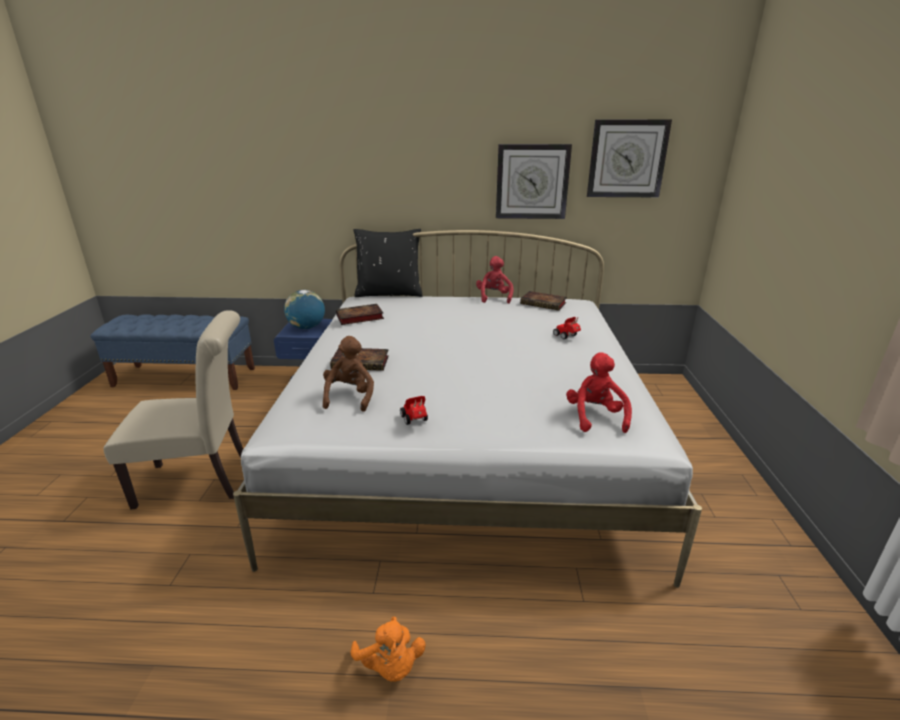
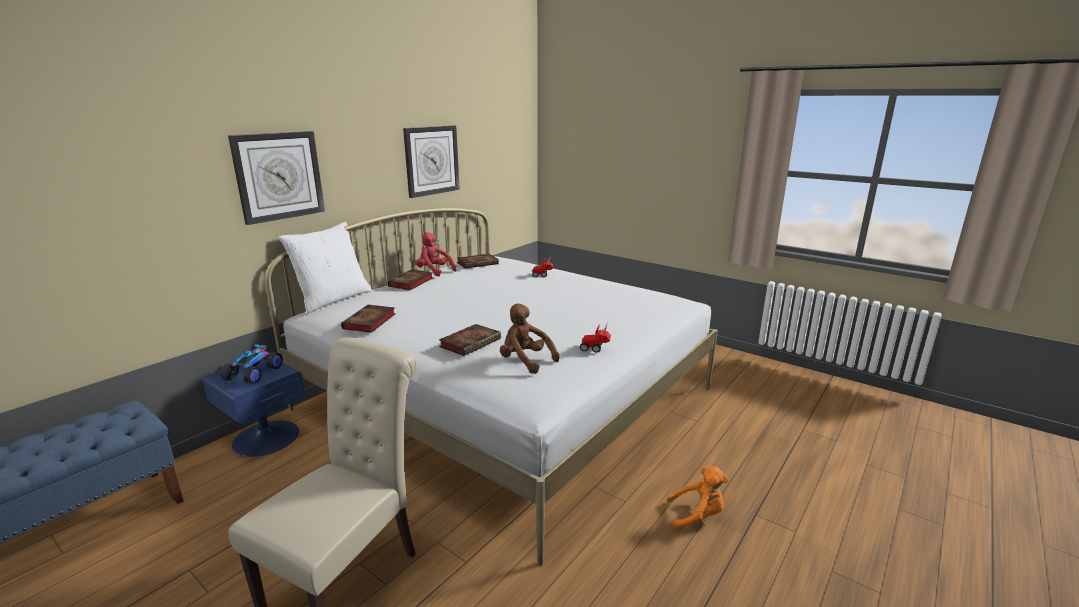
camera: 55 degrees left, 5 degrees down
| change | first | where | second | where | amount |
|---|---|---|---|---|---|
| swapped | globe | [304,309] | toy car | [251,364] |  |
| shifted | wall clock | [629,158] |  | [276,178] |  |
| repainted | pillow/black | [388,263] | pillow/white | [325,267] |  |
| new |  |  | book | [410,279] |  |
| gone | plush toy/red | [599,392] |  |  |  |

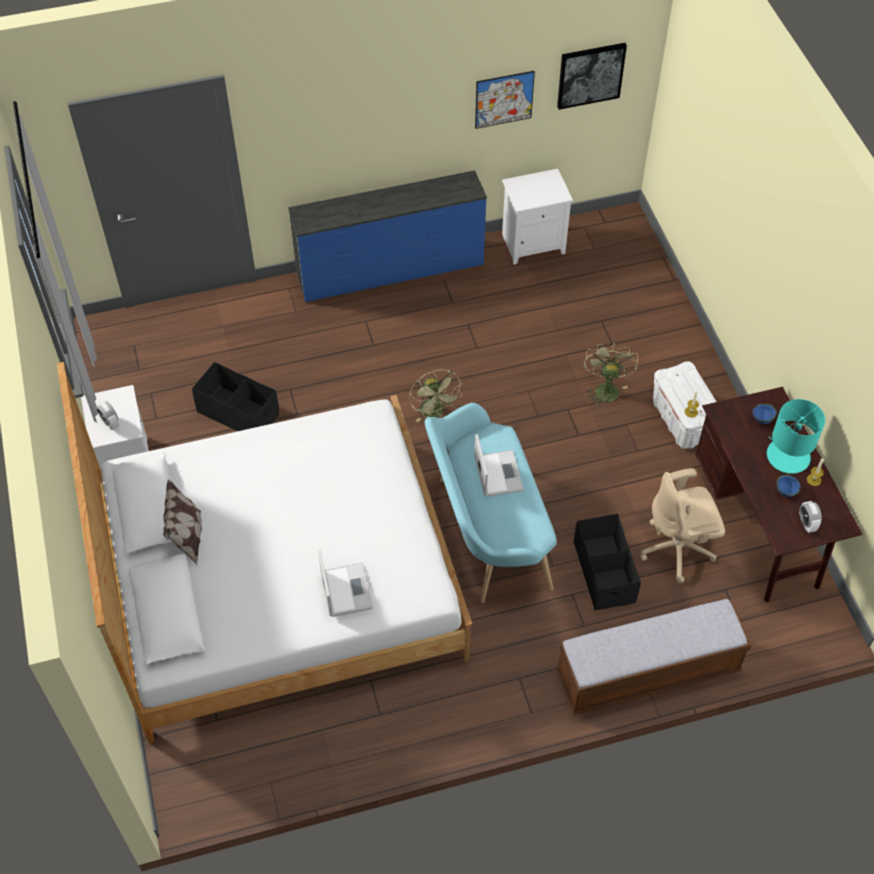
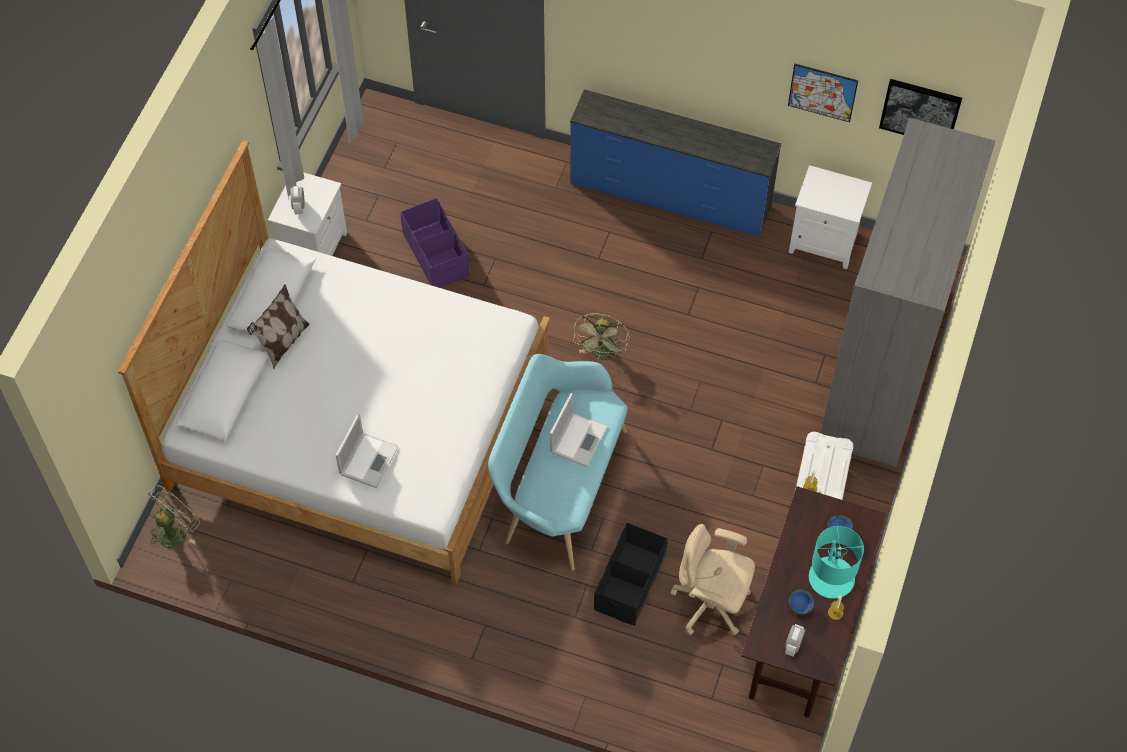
camera: 35 degrees right, 5 degrees up
| change | first | where | second | where | amount |
|---|---|---|---|---|---|
| shifted | fan/green | [611,375] |  | [173,516] |  |
| repainted | storage box/black | [236,396] | storage box/purple | [435,243] |  |
| new |  |  | wardrobe/grey | [907,292] |  |
| gone | bench | [654,657] |  |  |  |

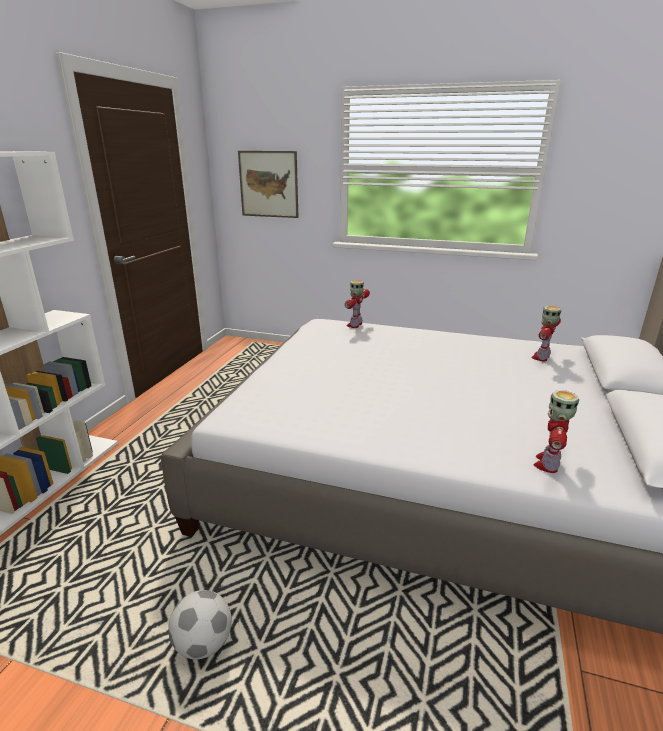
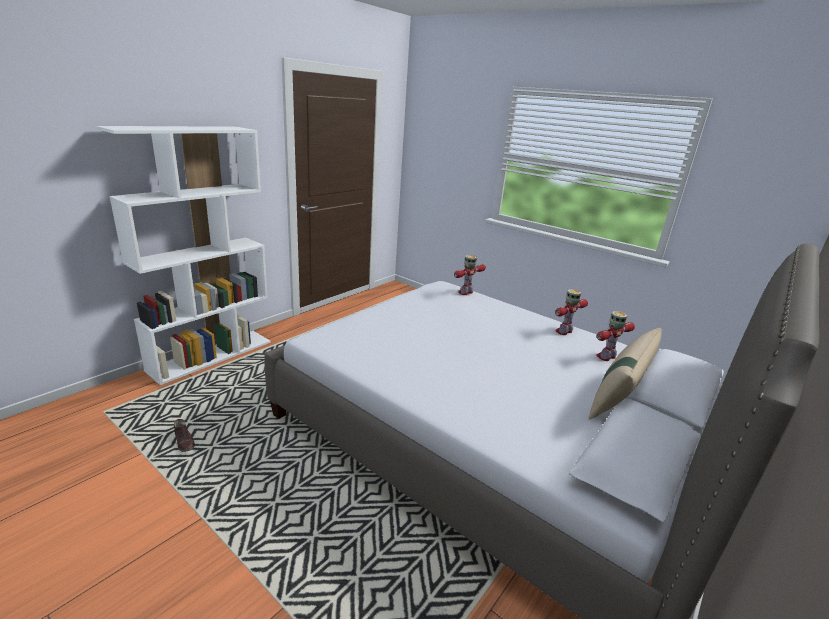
camera: 20 degrees right, 0 degrees up
| change | first | where | second | where | amount |
|---|---|---|---|---|---|
| new |  |  | shoe/brown | [184,435] |  |
| shifted | toy robot | [556,431] |  | [571,312] |  |
| new |  |  | pillow/beige | [625,373] |  |
| gone | football | [200,624] |  |  |  |
| gone | picture | [268,184] |  |  |  |

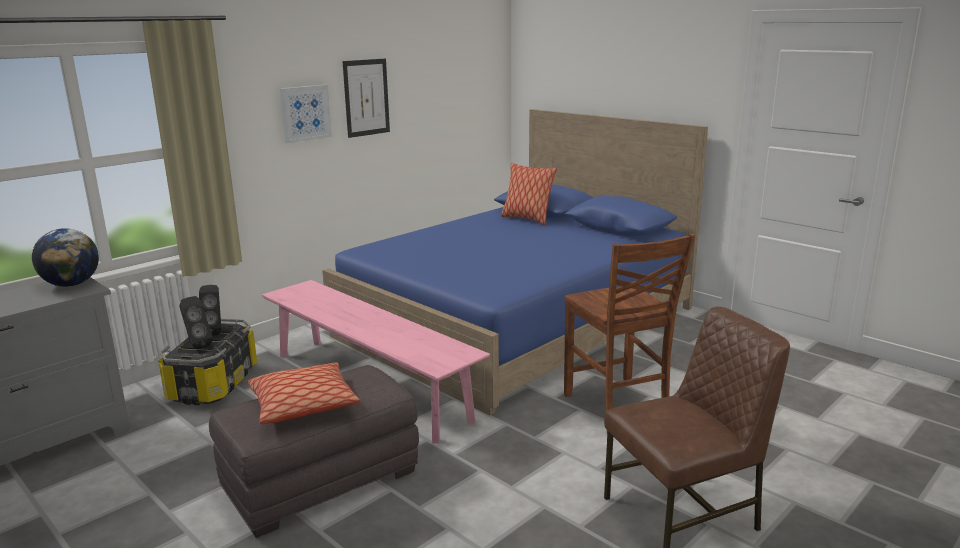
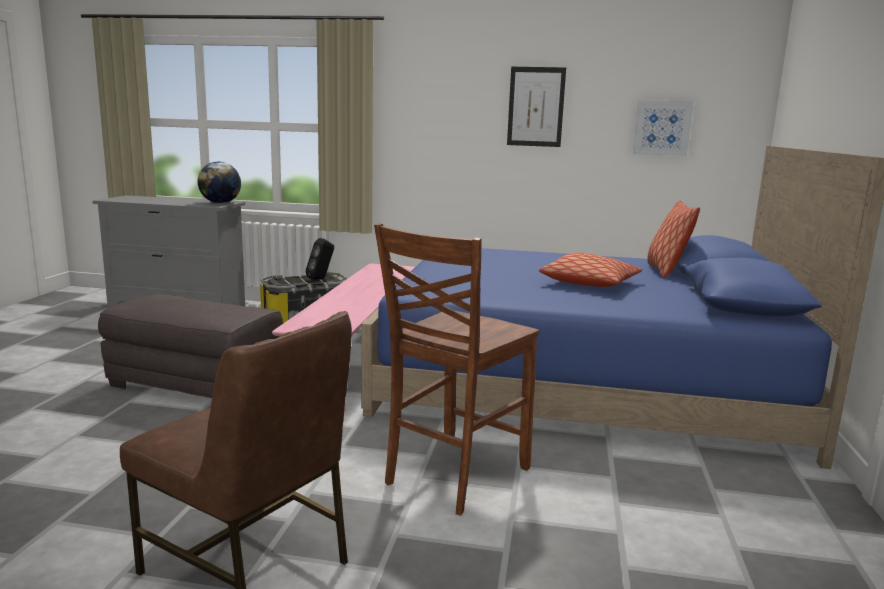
camera: 55 degrees right, 5 degrees down
| change | first | where | second | where | amount |
|---|---|---|---|---|---|
| shifted | pillow | [304,393] |  | [590,269] |  |
| shifted | picture | [306,114] |  | [663,128] |  |
| gone | speaker/black | [196,322] |  |  |  |

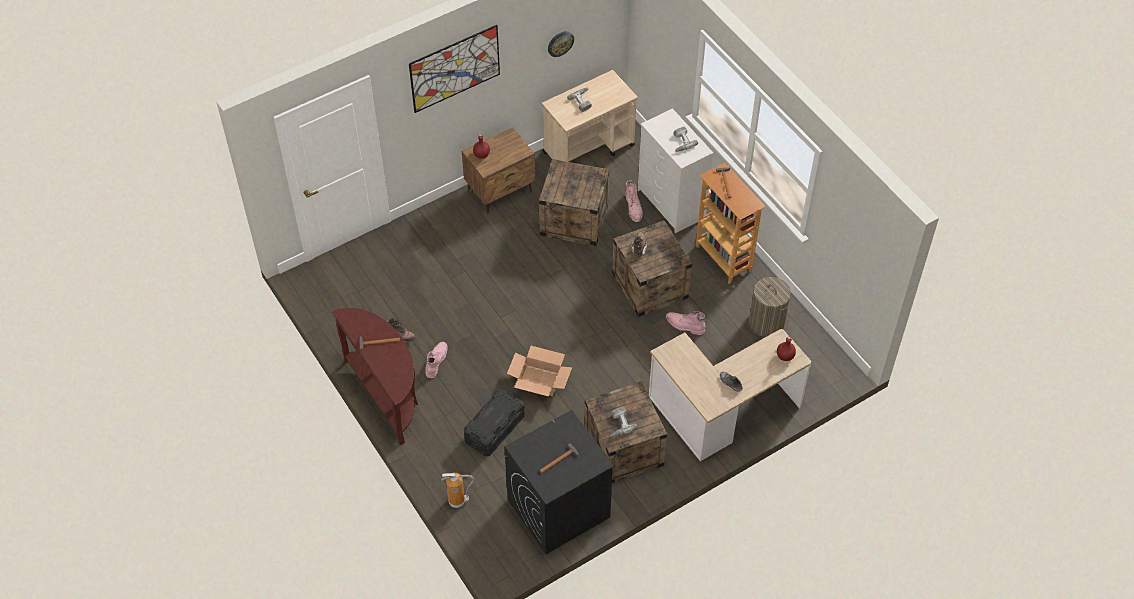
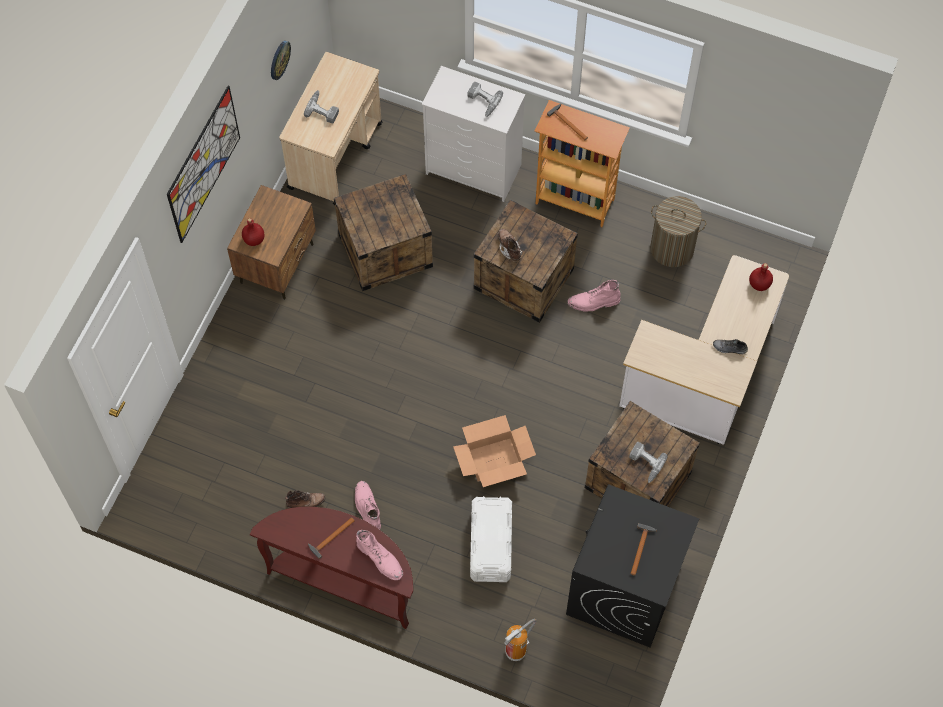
camera: 35 degrees left, 10 degrees up
| change | first | where | second | where | amount |
|---|---|---|---|---|---|
| shifted | boot/pink | [634,201] |  | [379,555] |  |
| repainted | storage box/black | [494,423] | storage box/white | [491,539] |  |

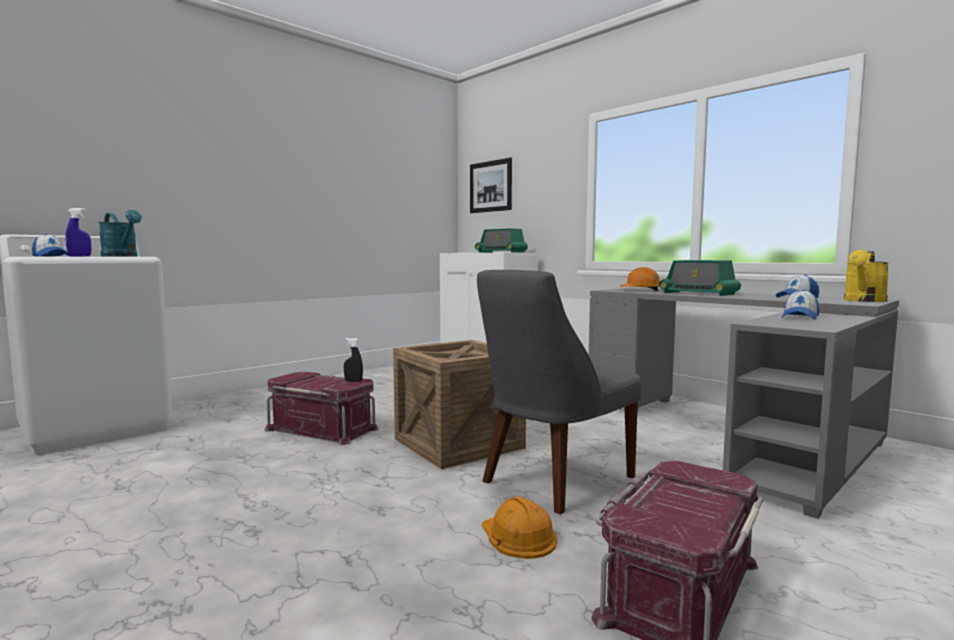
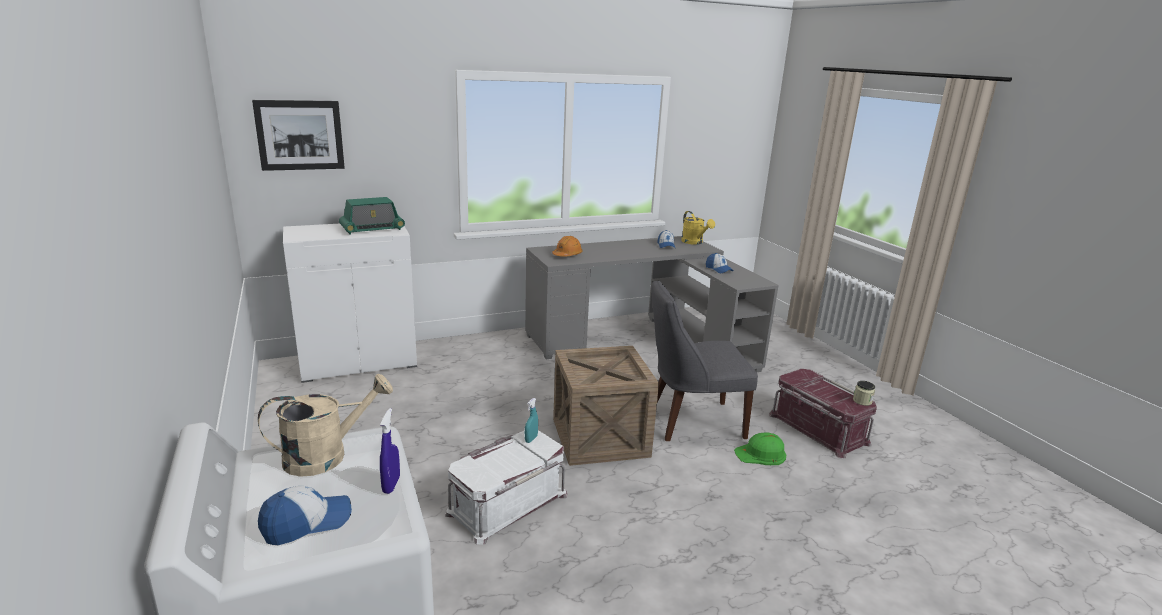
camera: 70 degrees left, 15 degrees up
| change | first | where | second | where | amount |
|---|---|---|---|---|---|
| repainted | watering can/turquoise | [120,233] | watering can/beige | [325,425] |  |
| repainted | storage box/red | [322,408] | storage box/white | [506,487] |  |
| repainted | spray bottle/black | [353,360] | spray bottle/turquoise | [531,420] |  |
| rotated | chair/grey | [559,392] |  | [704,361] | 105 degrees clockwise |
| repainted | hard hat/orange | [520,527] | hard hat/green | [760,448] |  |
| new |  |  | jar | [864,393] |  |
| gone | radio | [700,278] |  |  |  |

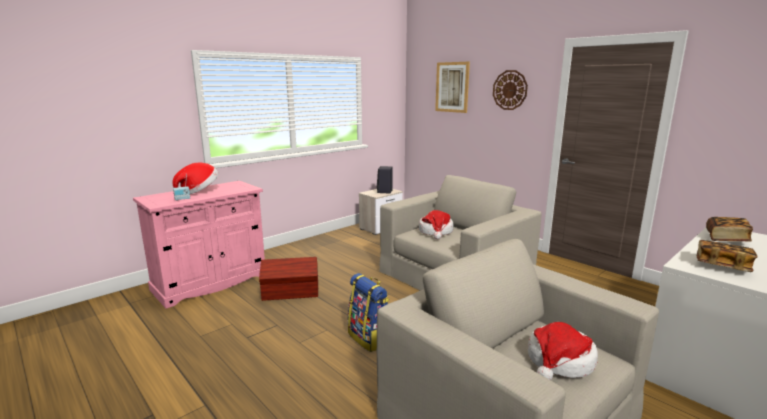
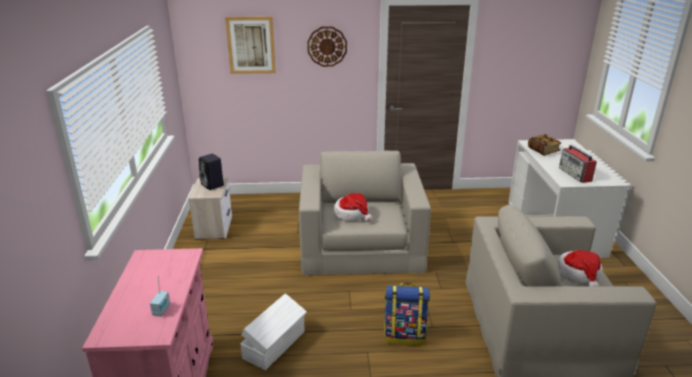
camera: 50 degrees left, 10 degrees up
| change | first | where | second | where | amount |
|---|---|---|---|---|---|
| repainted | storage box/brown | [288,279] | storage box/white | [273,331] |  |
| swapped | book | [727,256] | radio | [578,164] |  |
| gone | hat | [195,178] |  |  |  |

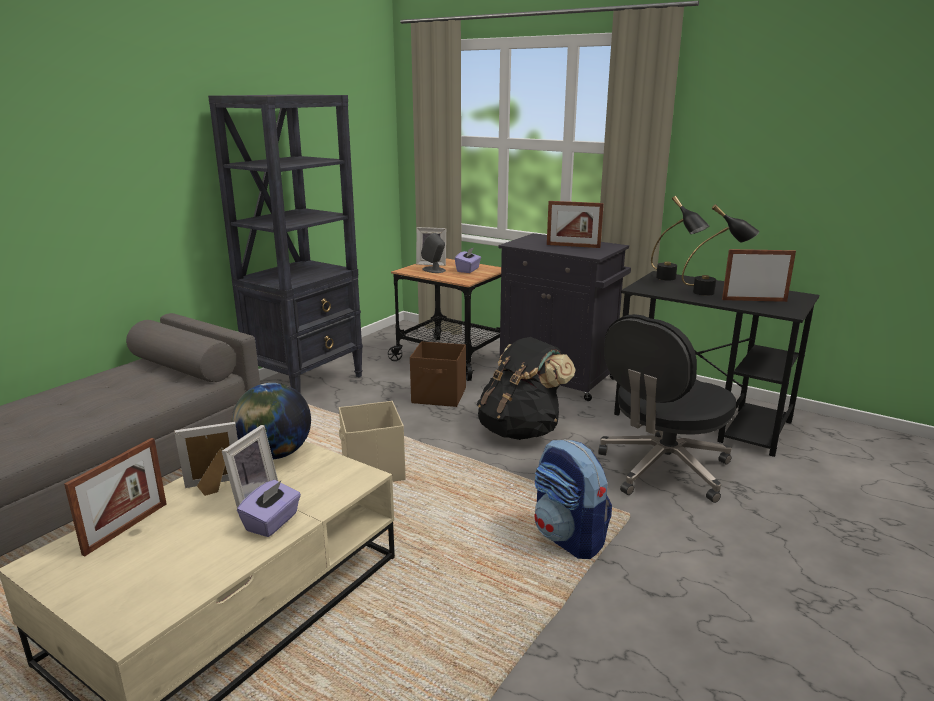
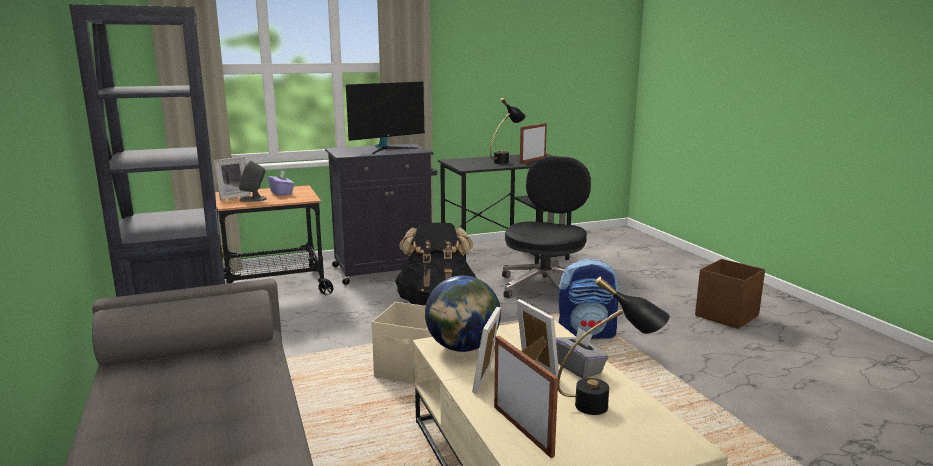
camera: 55 degrees left, 5 degrees down
| change | first | where | second | where | amount |
|---|---|---|---|---|---|
| swapped | picture frame | [575,224] | monitor | [385,117] |  |
| rotated | office chair/black | [667,408] |  | [546,227] | 150 degrees counterclockwise |
| repainted | tissue box/purple | [269,508] | tissue box/grey | [582,353] |  |
| shifted | table lamp/black | [680,238] |  | [614,346] |  |
| shifted | storage box/brown | [438,374] |  | [730,294] |  |

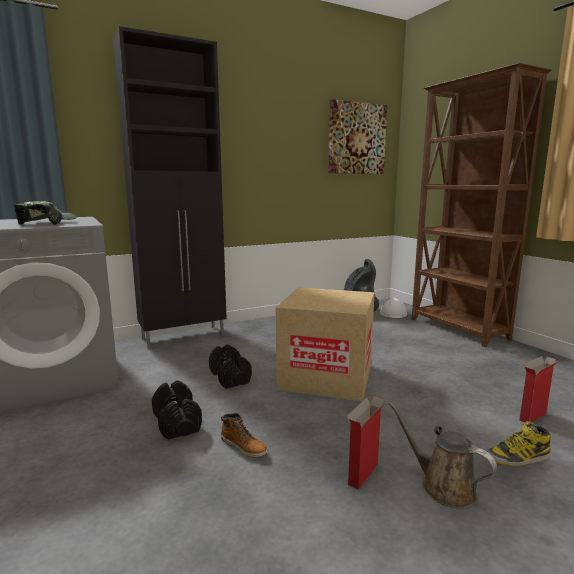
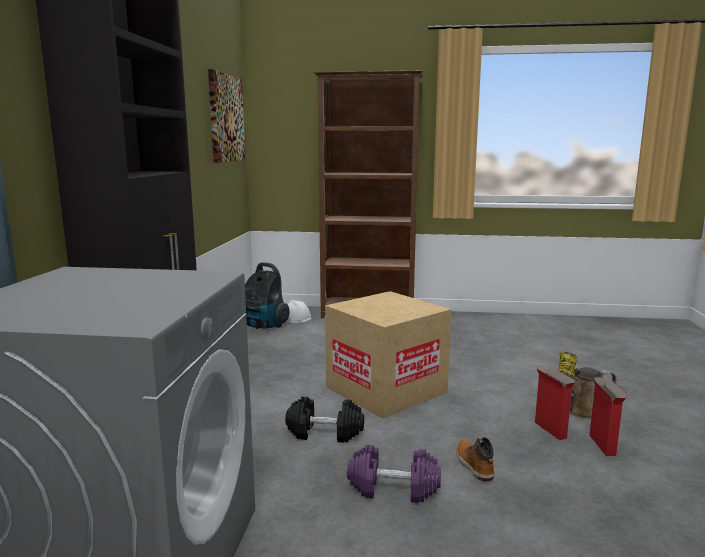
camera: 55 degrees left, 0 degrees up
| change | first | where | second | where | amount |
|---|---|---|---|---|---|
| repainted | dumbbell/black | [177,410] | dumbbell/purple | [394,474] |  |
| rotated | boot | [244,435] |  | [475,459] | 90 degrees counterclockwise |
| shifted | cardboard box | [538,389] |  | [608,416] |  |
| gone | cap | [46,213] |  |  |  |

